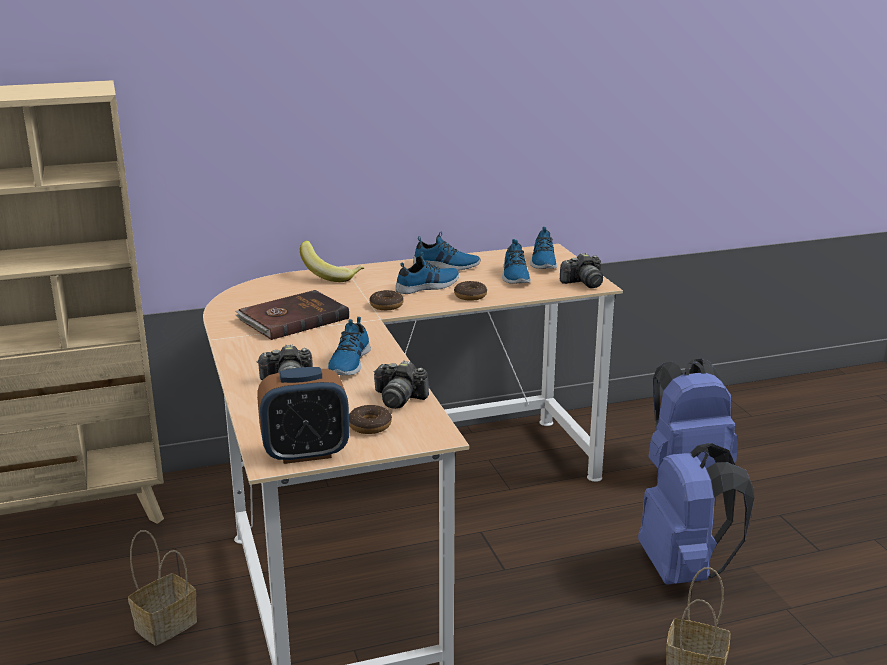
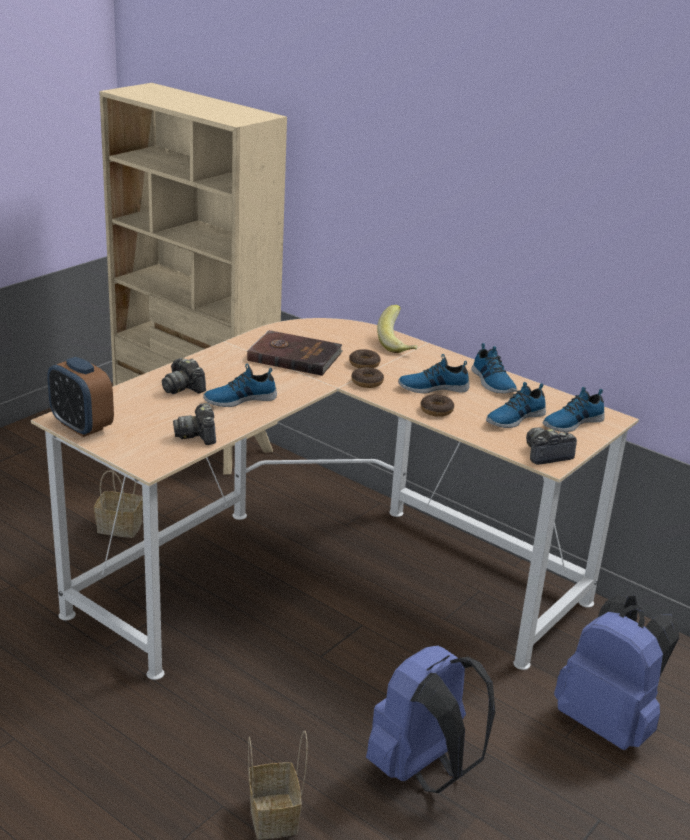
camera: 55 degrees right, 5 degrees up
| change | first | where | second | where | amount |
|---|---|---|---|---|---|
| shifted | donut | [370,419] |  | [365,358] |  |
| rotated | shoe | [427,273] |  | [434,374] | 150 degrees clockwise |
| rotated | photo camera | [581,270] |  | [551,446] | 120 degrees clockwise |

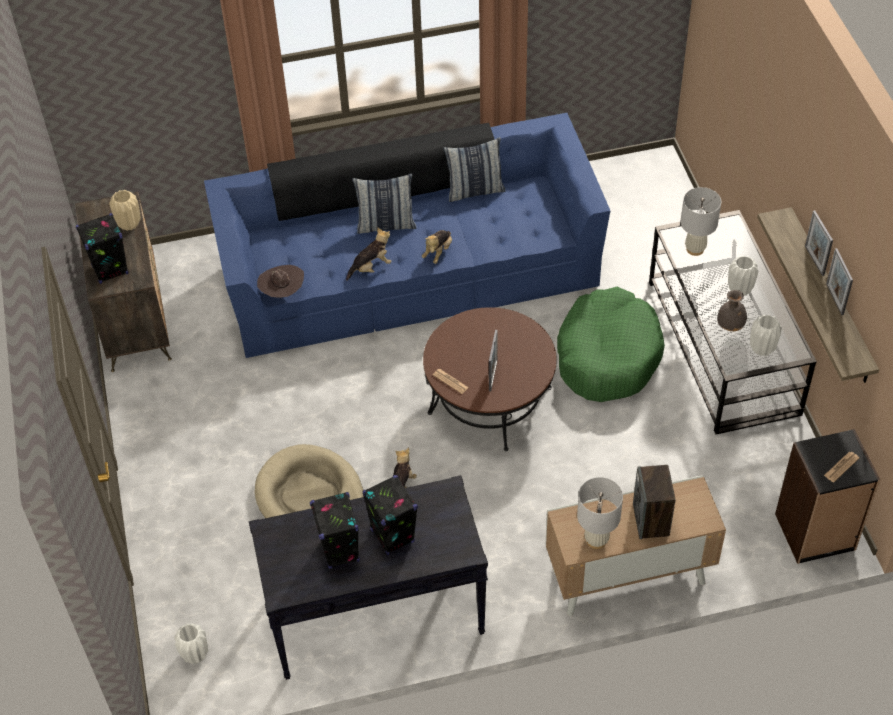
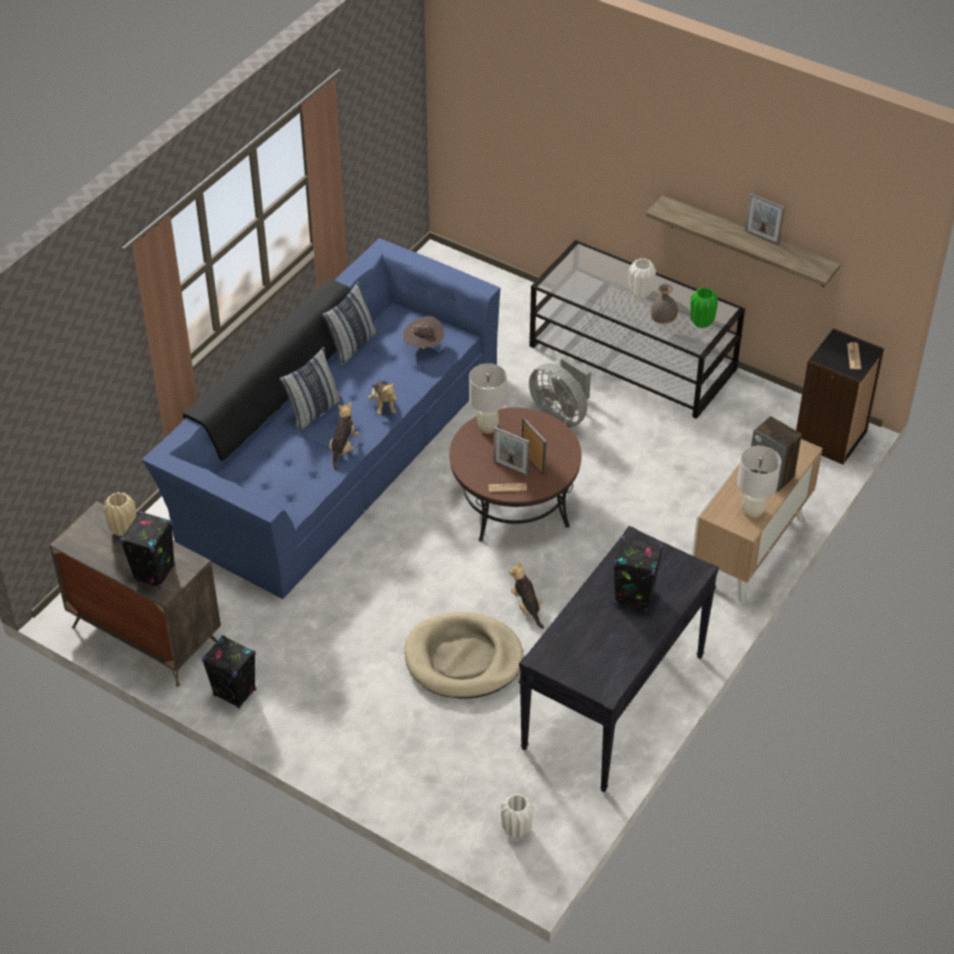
camera: 45 degrees left, 5 degrees down
| change | first | where | second | where | amount |
|---|---|---|---|---|---|
| shifted | speaker/black | [335,530] |  | [229,672] |  |
| shifted | hat/brown | [280,281] |  | [423,333] |  |
| shifted | table lamp/white | [701,221] |  | [488,398] |  |
| shifted | picture frame | [819,243] |  | [512,451] |  |
| swapped | dog bed/green | [611,344] | fan/grey | [560,392] |  |
| repainted | vase/white | [766,335] | vase/green | [704,307] |  |

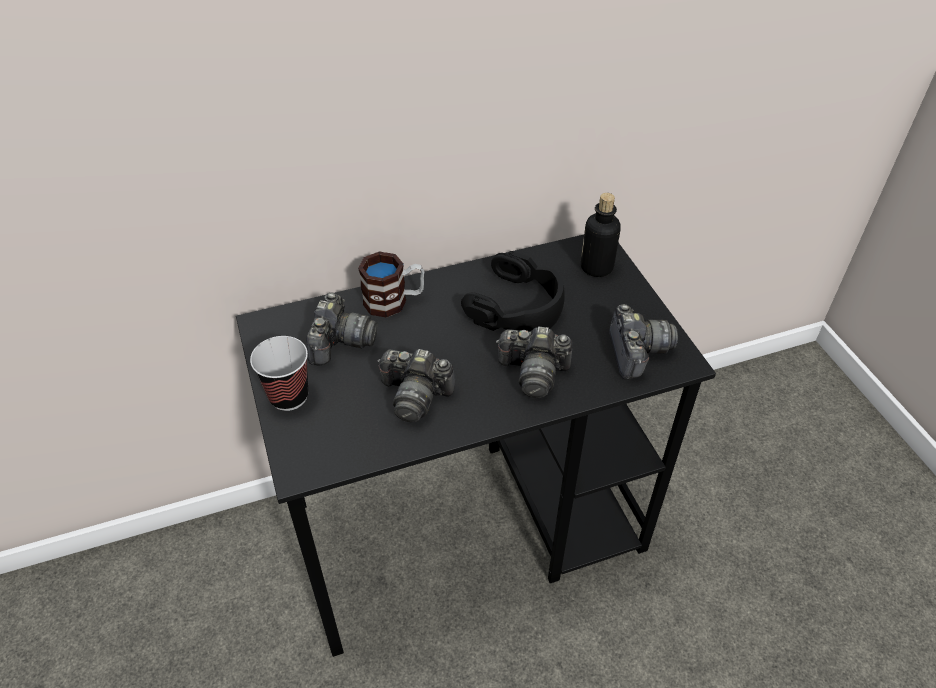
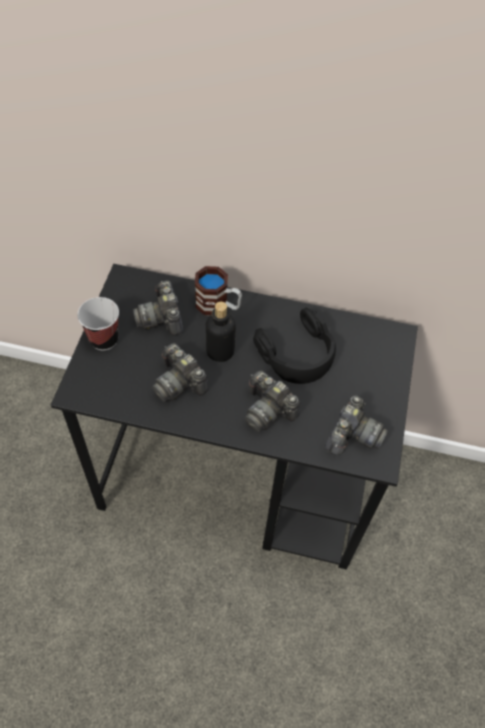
camera: 30 degrees right, 10 degrees up
| change | first | where | second | where | amount |
|---|---|---|---|---|---|
| rotated | photo camera | [342,329] |  | [158,308] | 120 degrees clockwise |
| shifted | bottle | [601,235] |  | [221,332] |  |

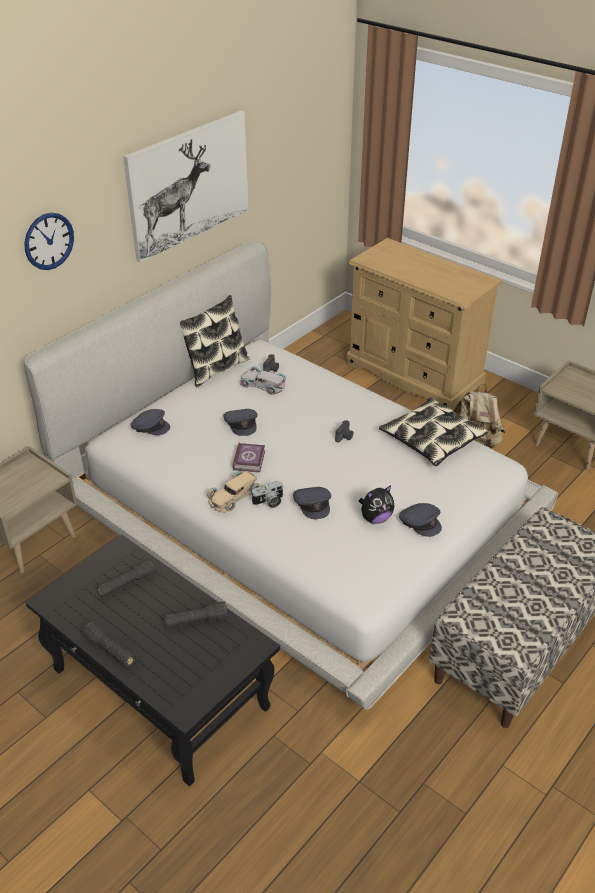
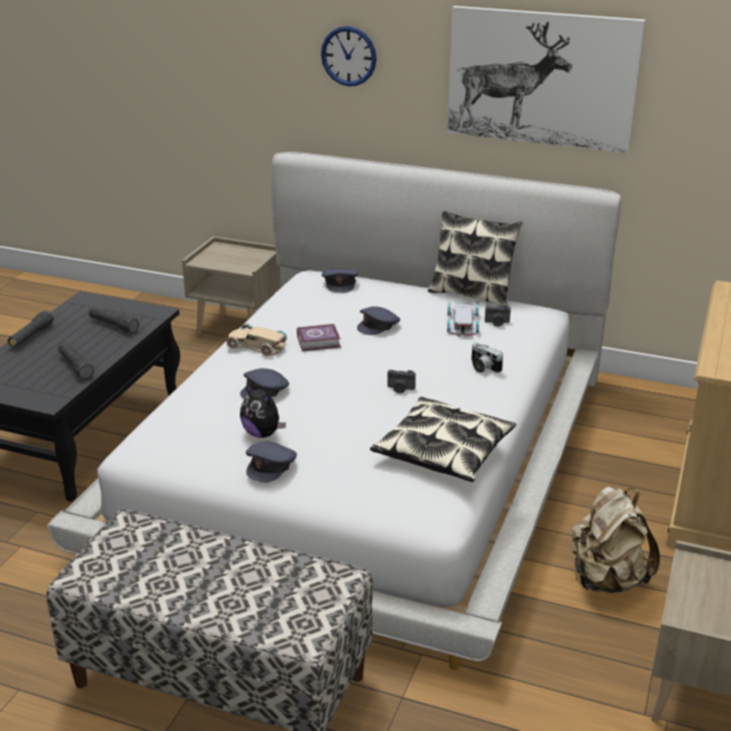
camera: 70 degrees right, 10 degrees down
| change | first | where | second | where | amount |
|---|---|---|---|---|---|
| shifted | photo camera | [267,494] |  | [487,358] |  |

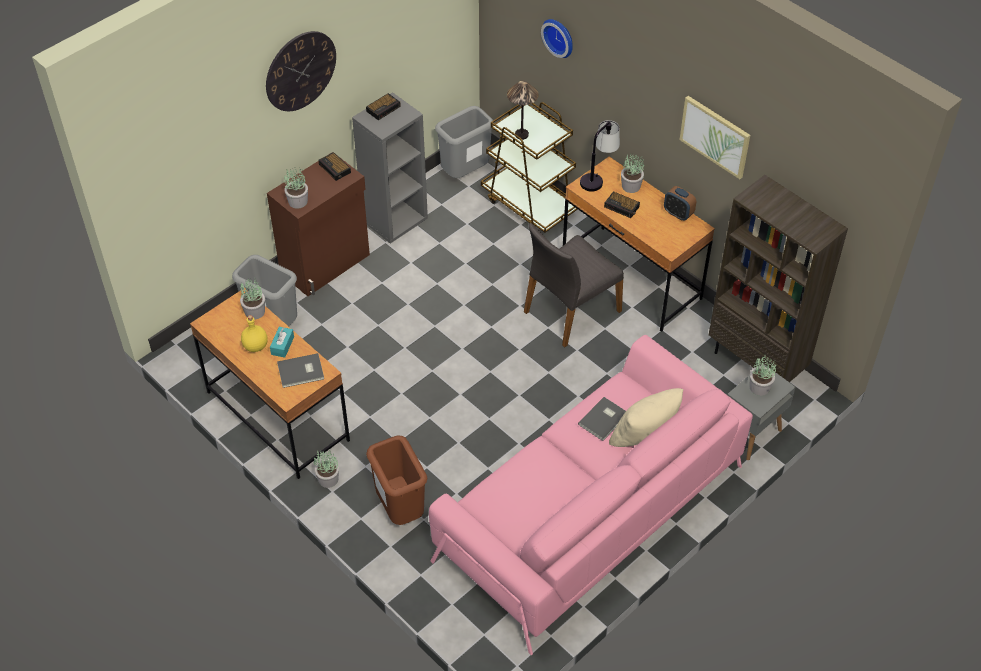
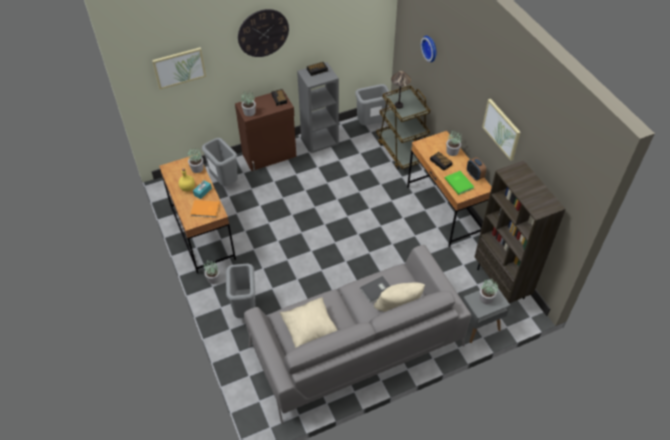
camera: 20 degrees right, 0 degrees up
| change | first | where | second | where | amount |
|---|---|---|---|---|---|
| new |  |  | picture | [179,68] |  |
| repainted | book/grey | [300,370] | book/orange | [205,209] |  |
| repainted | trash can/brown | [396,480] | trash can/grey | [241,291] |  |
| repainted | sofa/pink | [591,495] | sofa/grey | [358,334] |  |
| new |  |  | pillow/beige | [308,322] |  |
| new |  |  | book/green | [459,183] |  |
| gone | chair/grey | [574,285] |  |  |  |
| gone | table lamp | [600,156] |  |  |  |

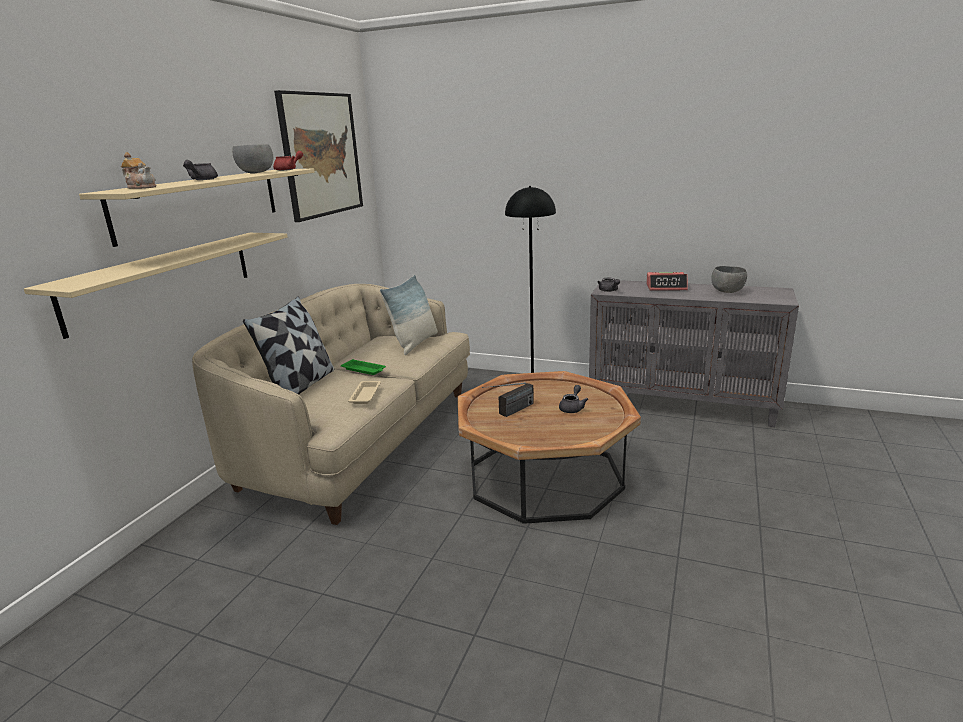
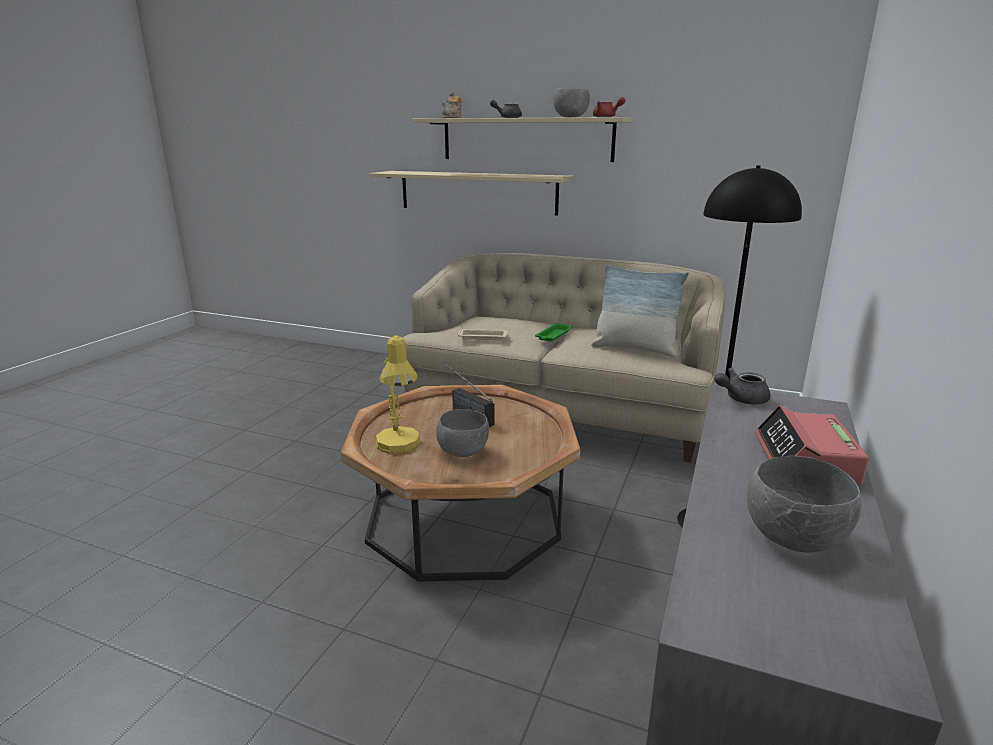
camera: 90 degrees right, 0 degrees up
| change | first | where | second | where | amount |
|---|---|---|---|---|---|
| new |  |  | table lamp/yellow | [398,394] |  |
| swapped | teapot/grey | [573,399] | bowl/grey | [462,433] |  |
| gone | pillow | [288,345] |  |  |  |
| gone | picture | [318,156] |  |  |  |

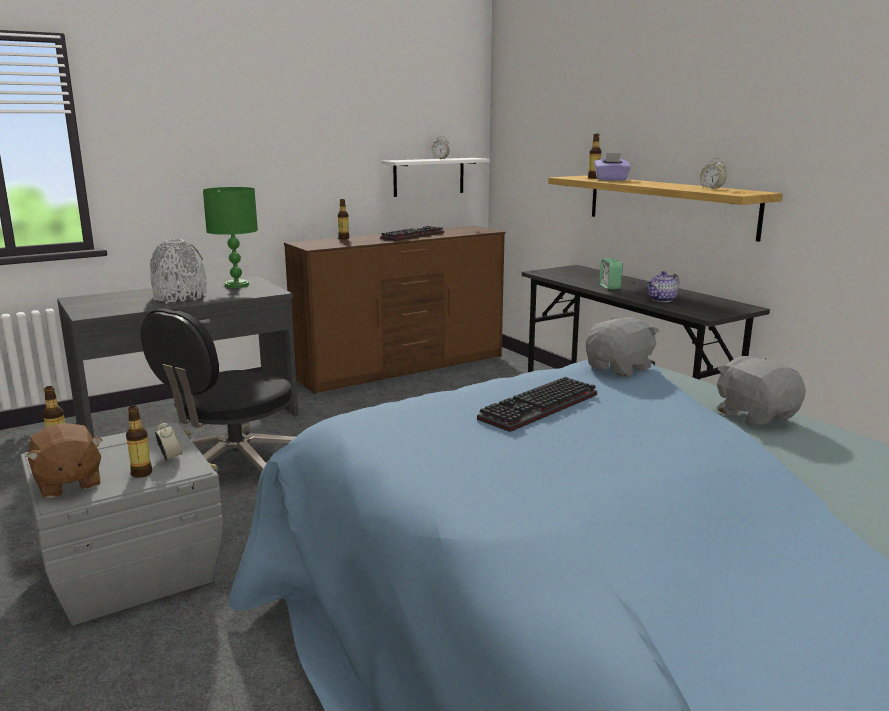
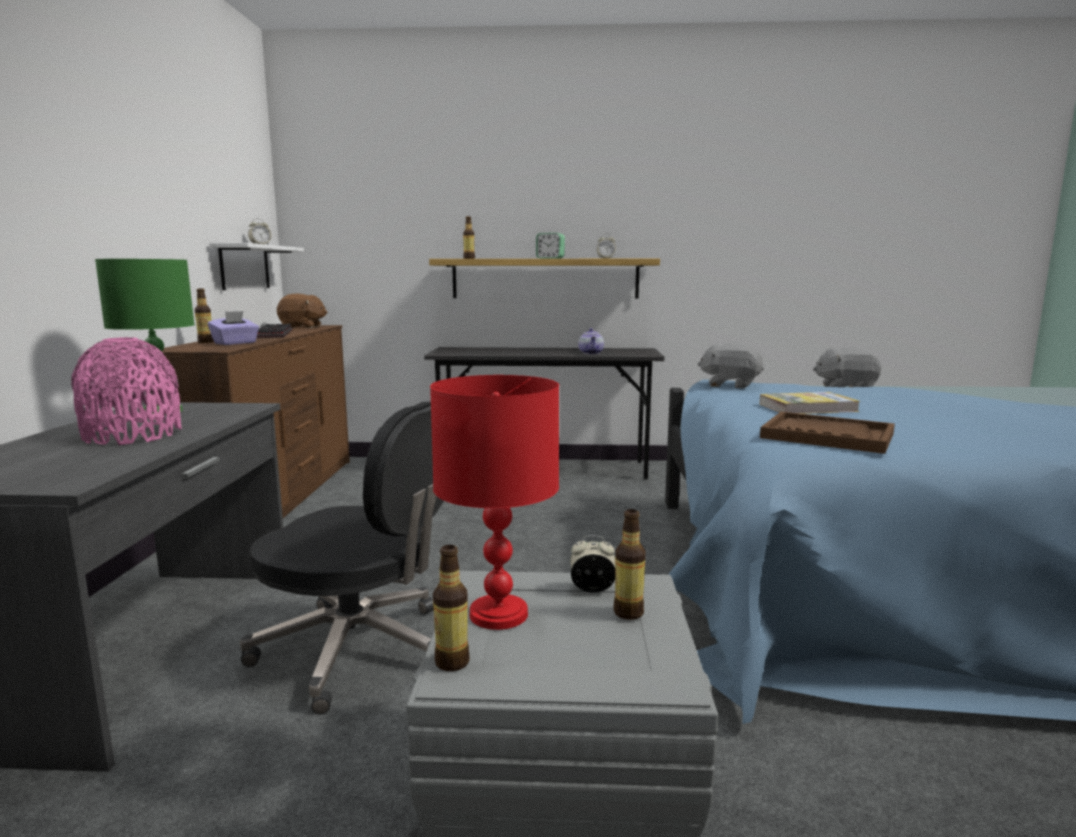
camera: 55 degrees left, 5 degrees down
| change | first | where | second | where | amount |
|---|---|---|---|---|---|
| repainted | vase/grey | [178,270] | vase/pink | [126,391] |  |
| shifted | tissue box/purple | [612,167] |  | [233,328] |  |
| rotated | office chair/black | [217,390] |  | [342,558] | 45 degrees counterclockwise |
| shifted | plush toy/brown | [64,460] |  | [302,311] |  |
| new |  |  | table lamp/red | [494,502] |  |
| shifted | alarm clock | [611,274] |  | [550,246] |  |
| rotated | plush toy/grey | [622,347] |  | [731,365] | 60 degrees counterclockwise |
| swapped | keyboard | [537,404] | book | [809,403] |  |
| new |  |  | tray/brown | [827,433] |  |

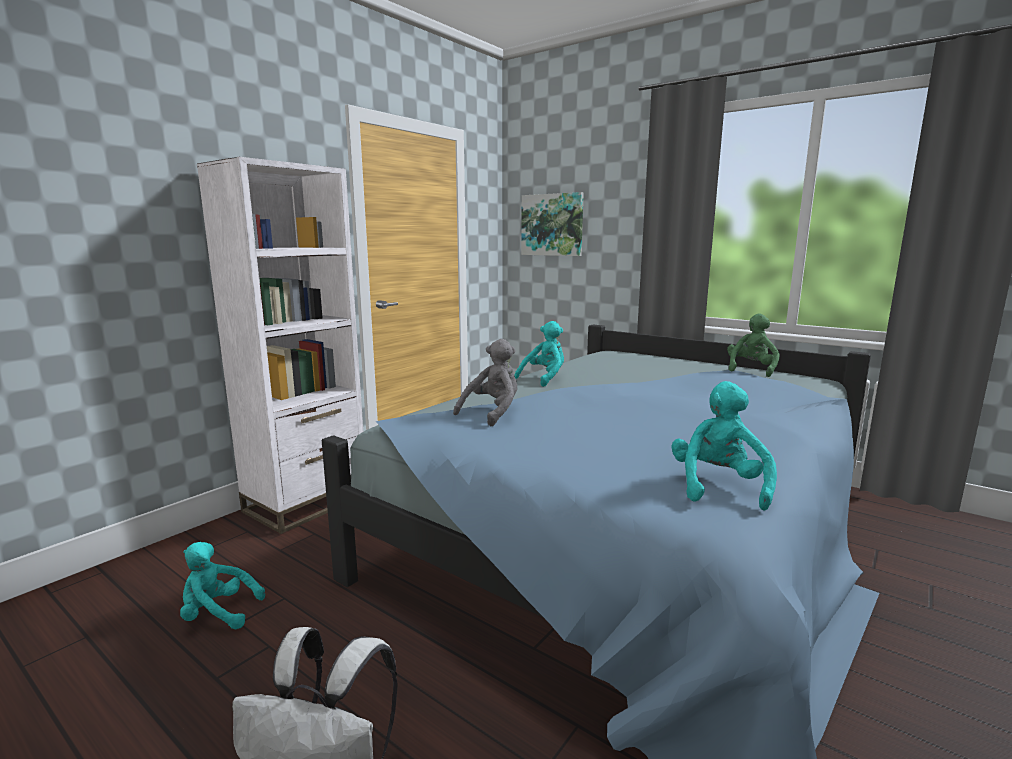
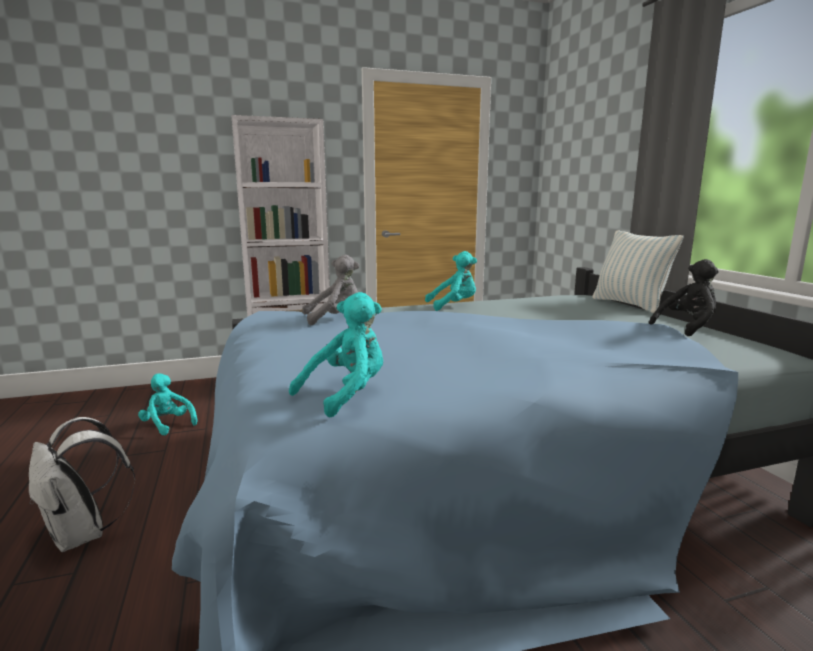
camera: 35 degrees right, 0 degrees up
| change | first | where | second | where | amount |
|---|---|---|---|---|---|
| new |  |  | pillow | [638,271] |  |
| repainted | plush toy/green | [753,345] | plush toy/black | [684,297] |  |
| gone | picture | [552,224] |  |  |  |

